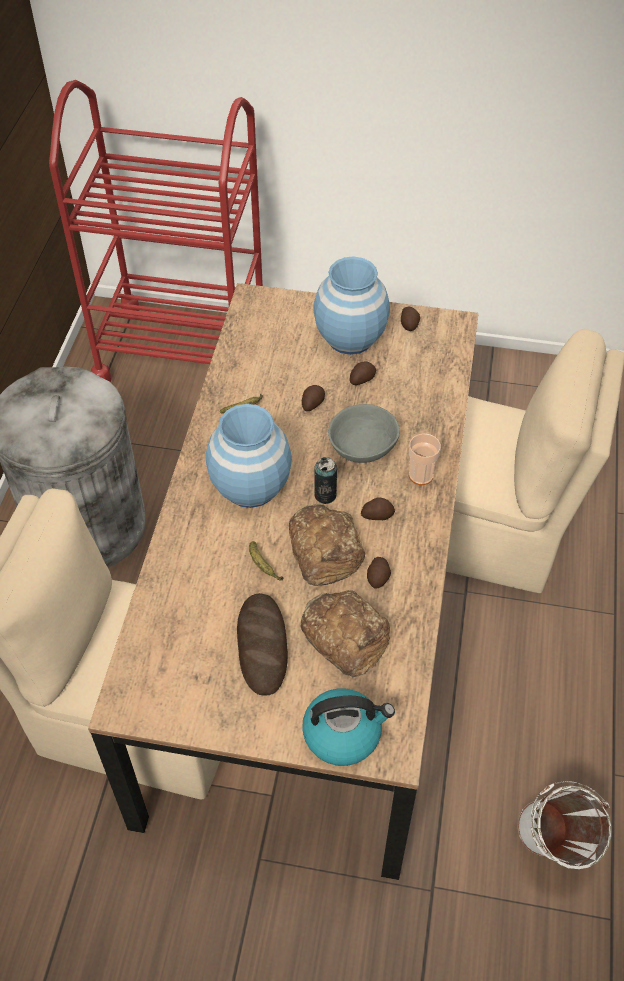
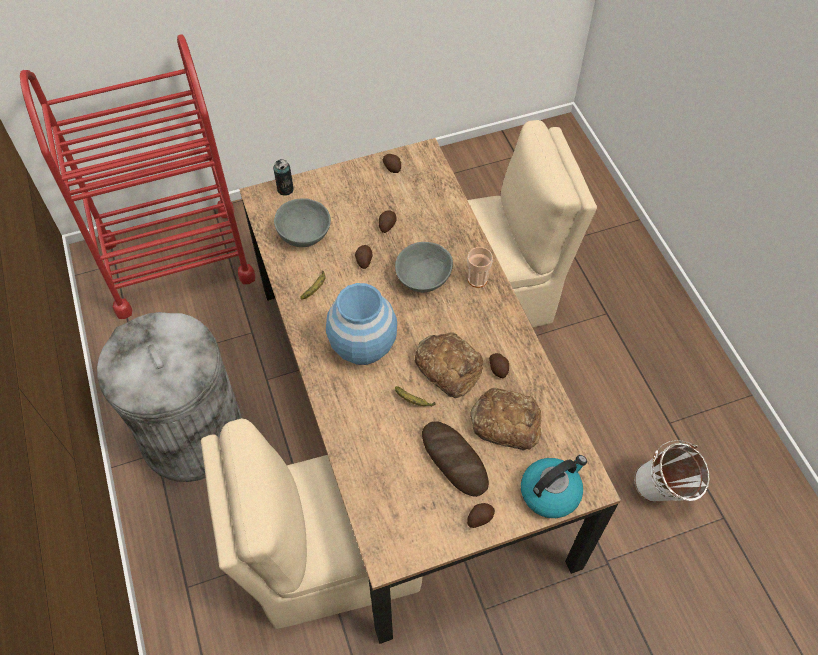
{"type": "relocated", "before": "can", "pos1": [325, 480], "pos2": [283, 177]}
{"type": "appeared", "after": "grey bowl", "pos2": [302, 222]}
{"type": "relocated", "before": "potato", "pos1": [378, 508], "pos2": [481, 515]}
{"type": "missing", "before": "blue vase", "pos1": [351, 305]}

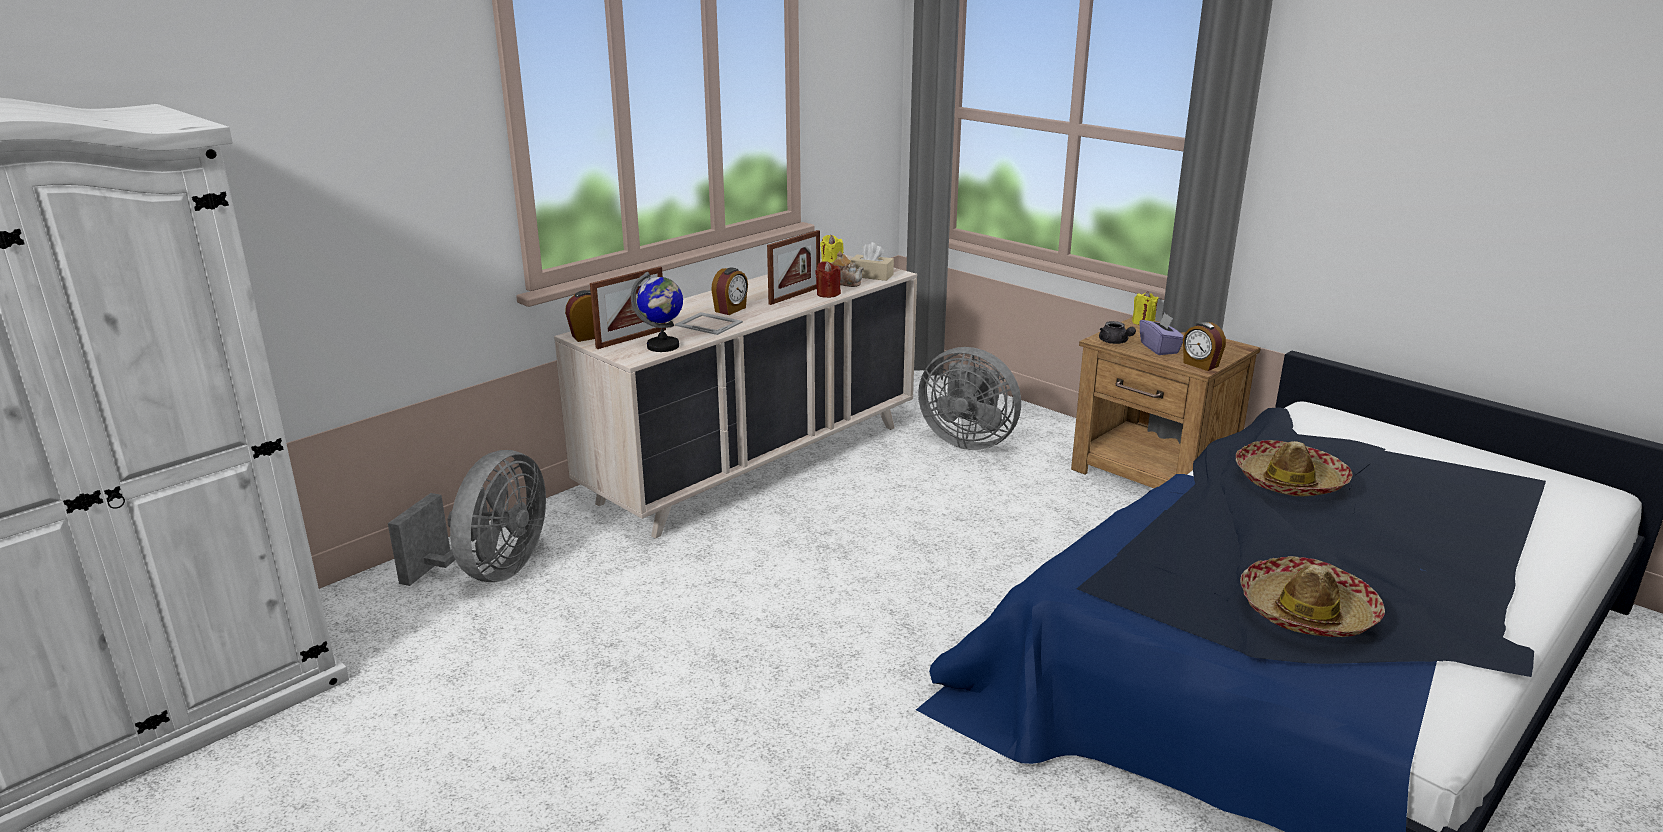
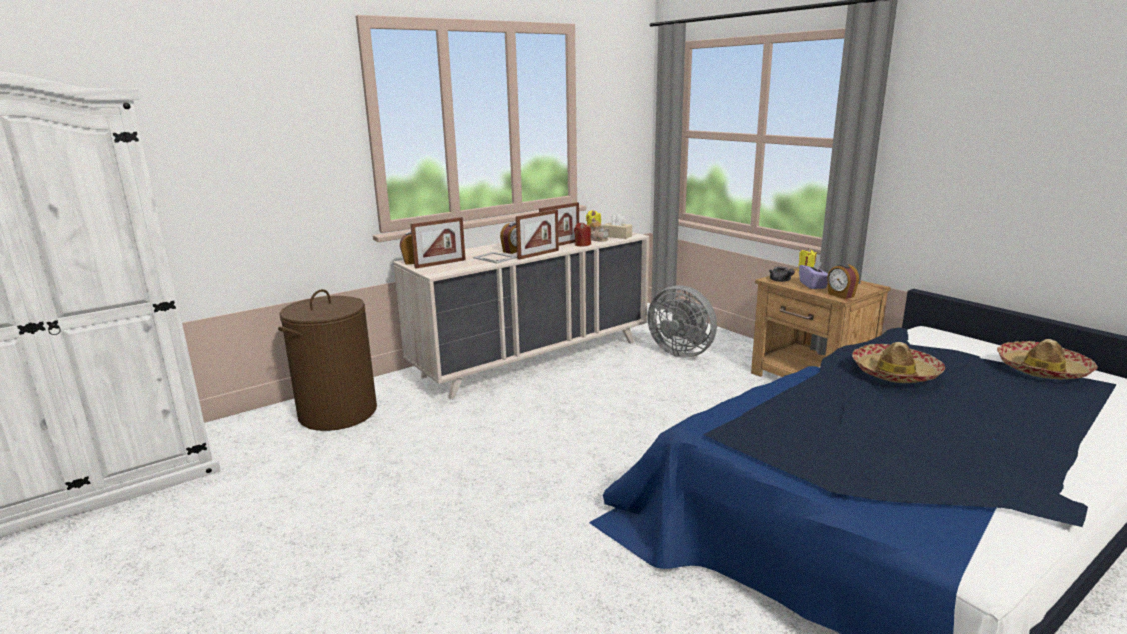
{"type": "exchanged", "before": "grey fan", "after": "brown laundry basket", "pos1": [467, 518], "pos2": [327, 360]}
{"type": "appeared", "after": "picture frame", "pos2": [537, 234]}
{"type": "relocated", "before": "hat", "pos1": [1312, 596], "pos2": [1047, 359]}
{"type": "missing", "before": "globe", "pos1": [657, 312]}

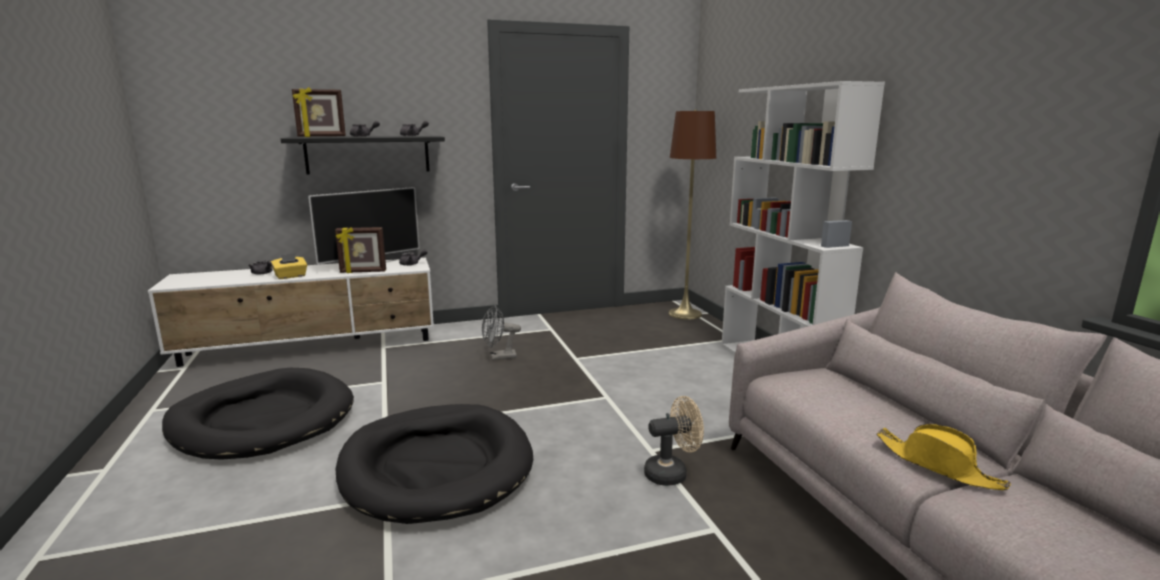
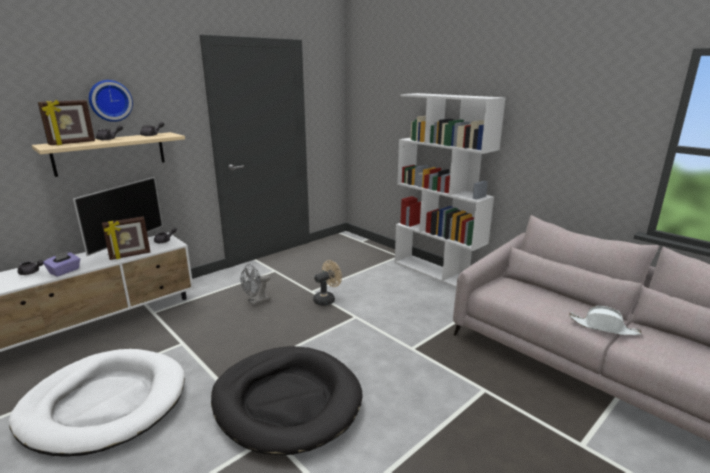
{"type": "colour", "before": "black dog bed", "after": "white dog bed", "pos1": [258, 414], "pos2": [97, 403]}
{"type": "colour", "before": "black shelf", "after": "beige shelf", "pos1": [363, 155], "pos2": [108, 154]}
{"type": "colour", "before": "yellow tissue box", "after": "purple tissue box", "pos1": [289, 266], "pos2": [61, 264]}
{"type": "appeared", "after": "wall clock", "pos2": [111, 101]}
{"type": "relocated", "before": "beige fan", "pos1": [674, 441], "pos2": [327, 283]}
{"type": "colour", "before": "yellow hat", "after": "white hat", "pos1": [944, 457], "pos2": [605, 320]}
{"type": "missing", "before": "brown floor lamp", "pos1": [692, 215]}

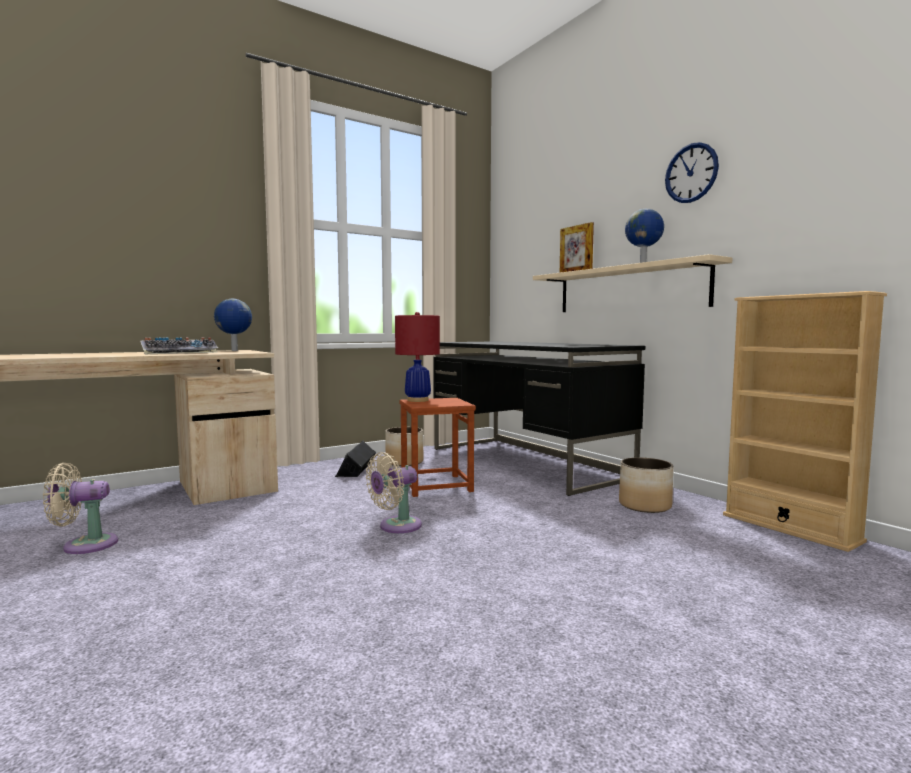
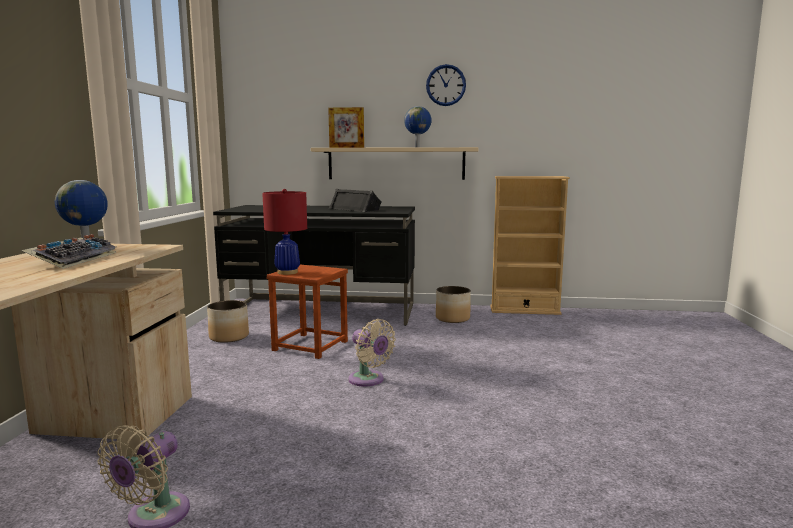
{"type": "relocated", "before": "black speaker", "pos1": [355, 458], "pos2": [355, 200]}
{"type": "spun", "before": "beige fan", "pos1": [394, 492], "pos2": [372, 353], "turn": -45}

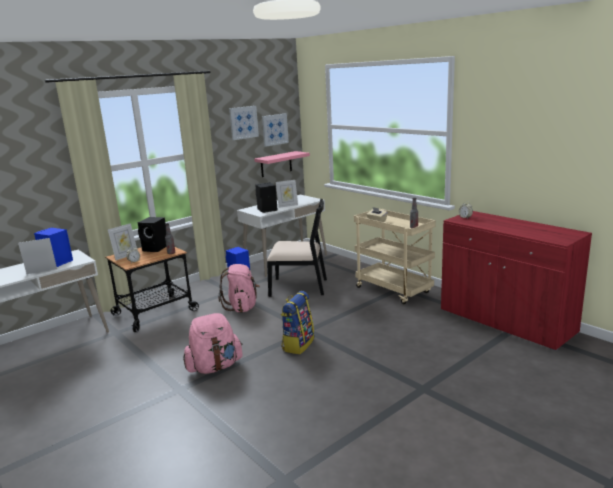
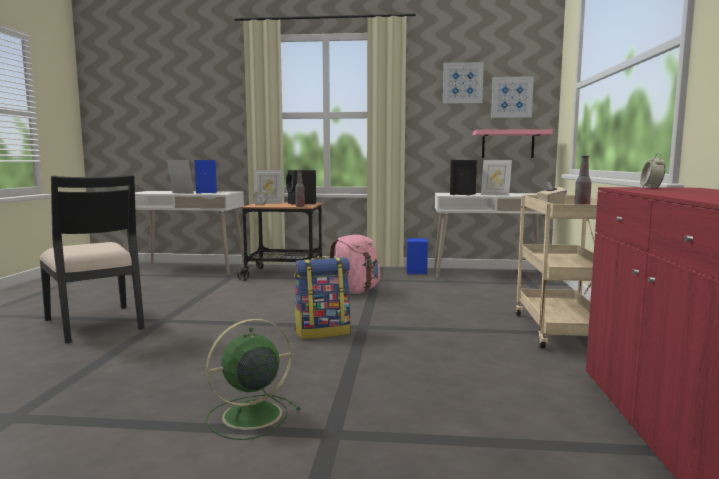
{"type": "relocated", "before": "black chair", "pos1": [297, 248], "pos2": [92, 259]}
{"type": "appeared", "after": "green fan", "pos2": [253, 379]}
{"type": "missing", "before": "pink backpack", "pos1": [213, 343]}

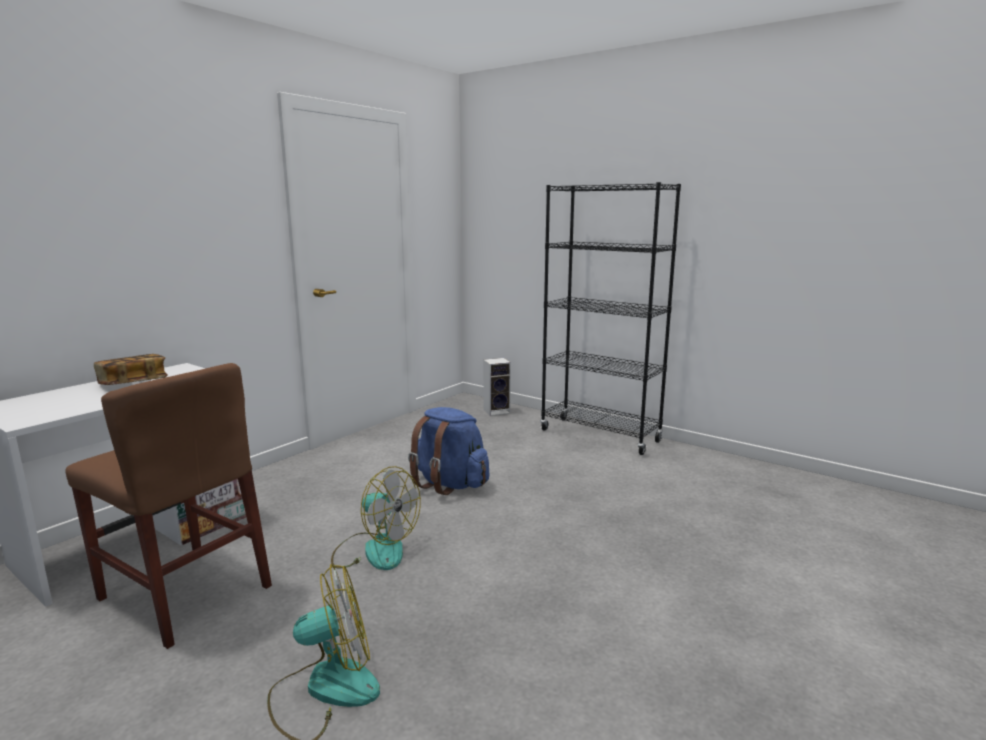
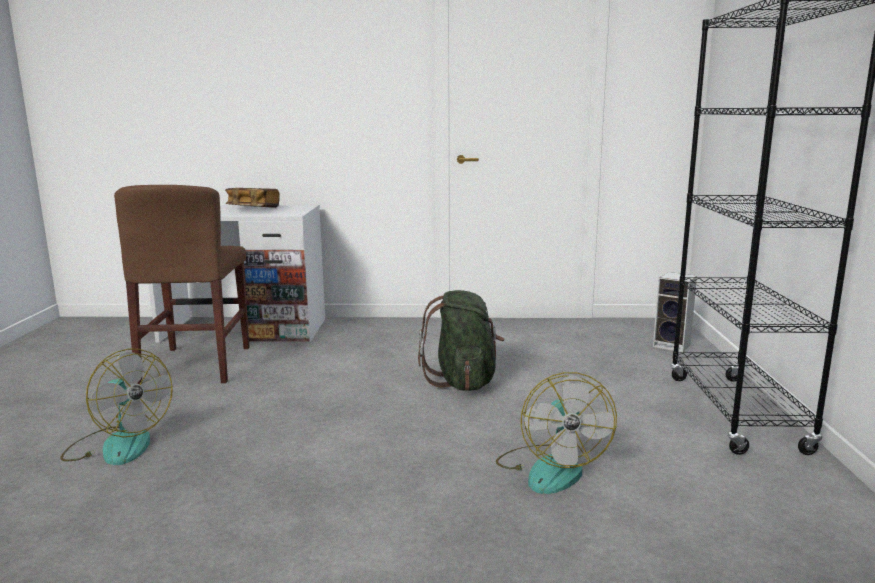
{"type": "colour", "before": "blue backpack", "after": "green backpack", "pos1": [448, 451], "pos2": [461, 340]}
{"type": "relocated", "before": "fan", "pos1": [376, 518], "pos2": [556, 433]}

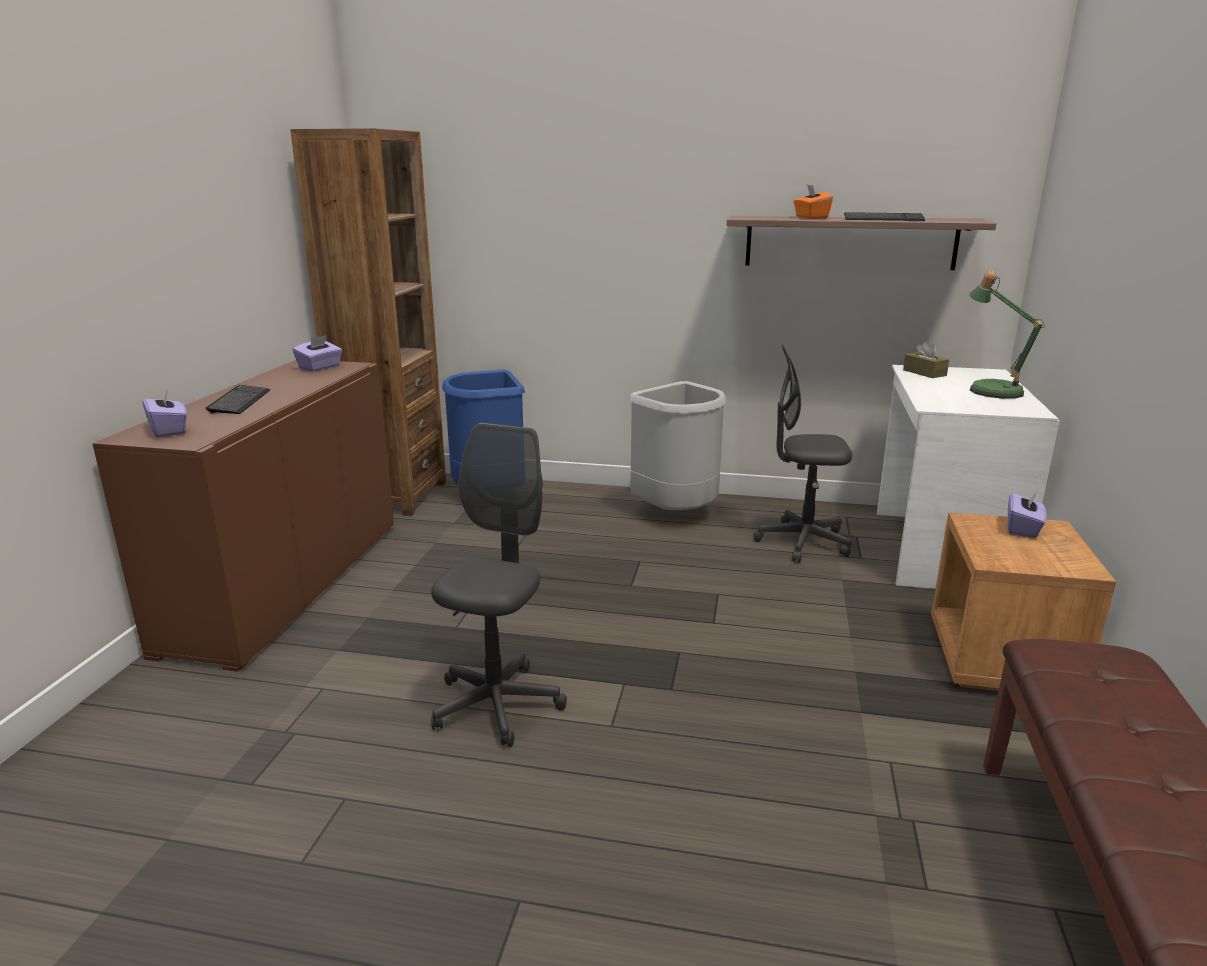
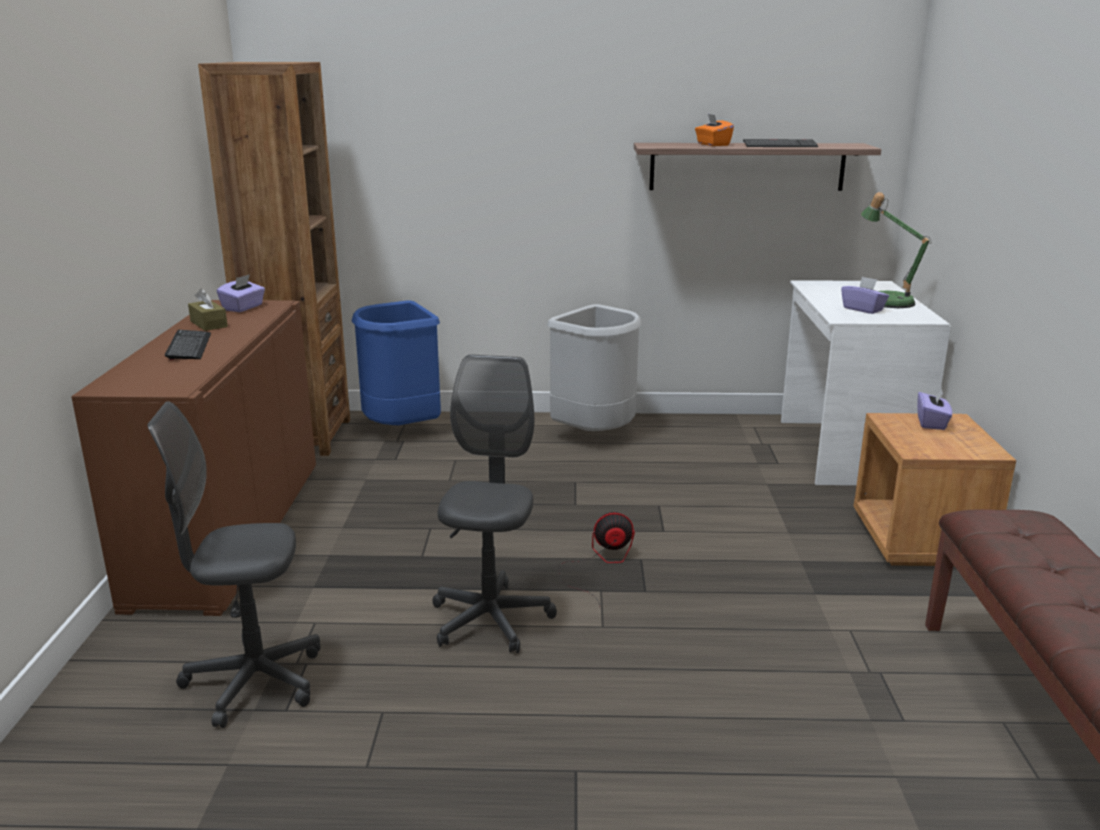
{"type": "relocated", "before": "grey office chair", "pos1": [802, 454], "pos2": [234, 565]}
{"type": "relocated", "before": "brown tissue box", "pos1": [926, 359], "pos2": [208, 309]}
{"type": "appeared", "after": "fan", "pos2": [597, 559]}
{"type": "relocated", "before": "purple tissue box", "pos1": [164, 413], "pos2": [865, 295]}

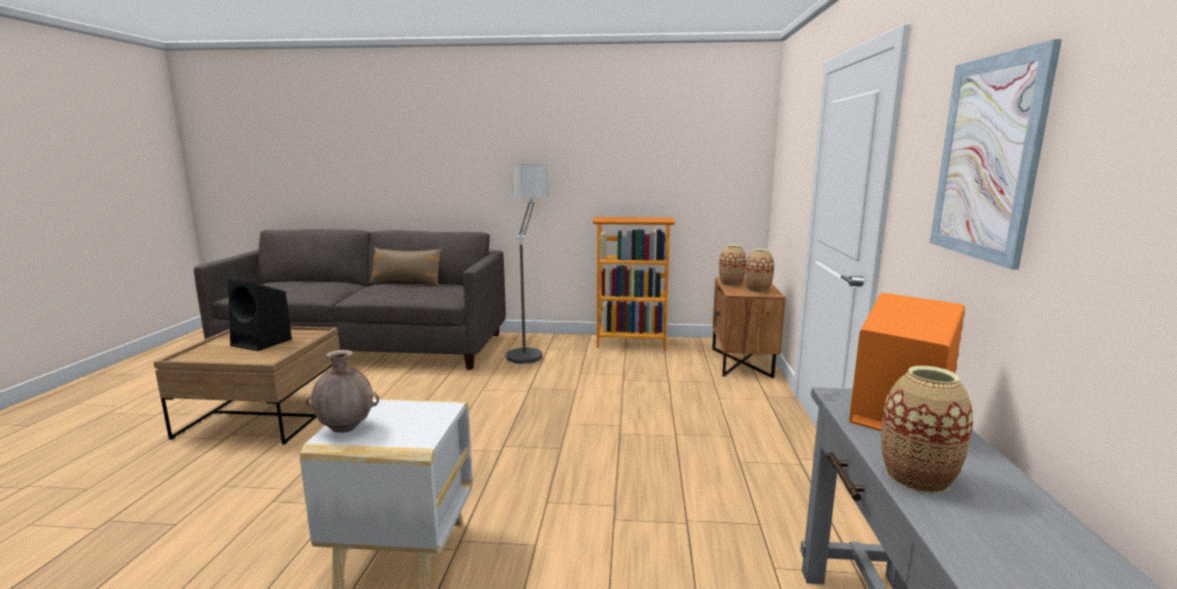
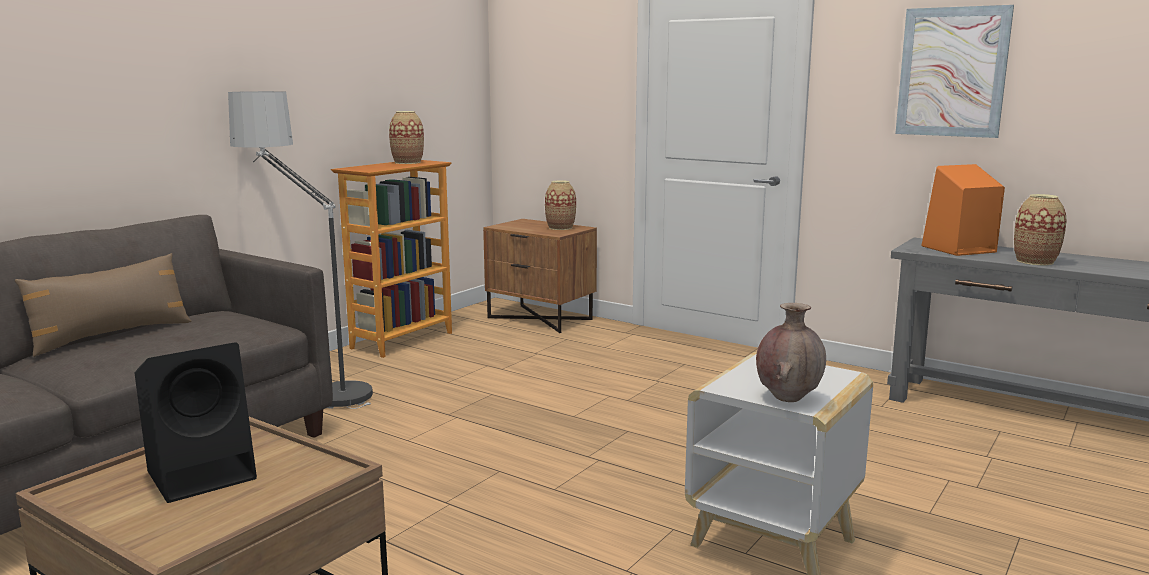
{"type": "relocated", "before": "vase", "pos1": [732, 266], "pos2": [406, 137]}

